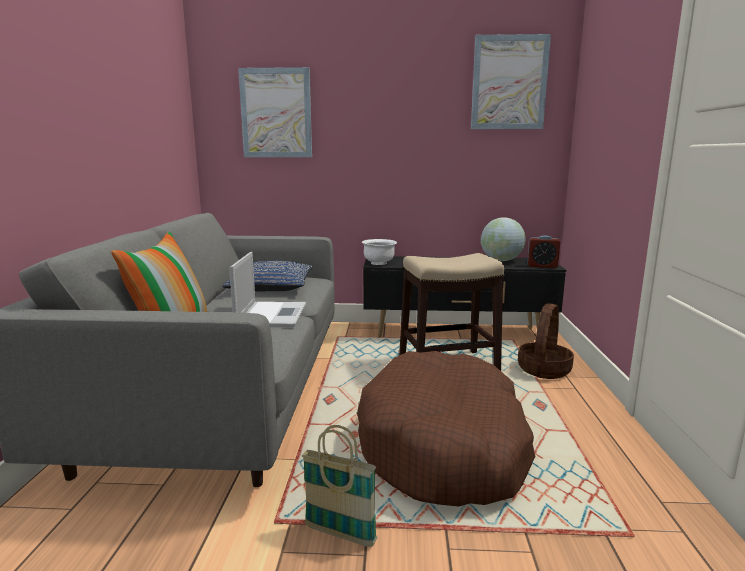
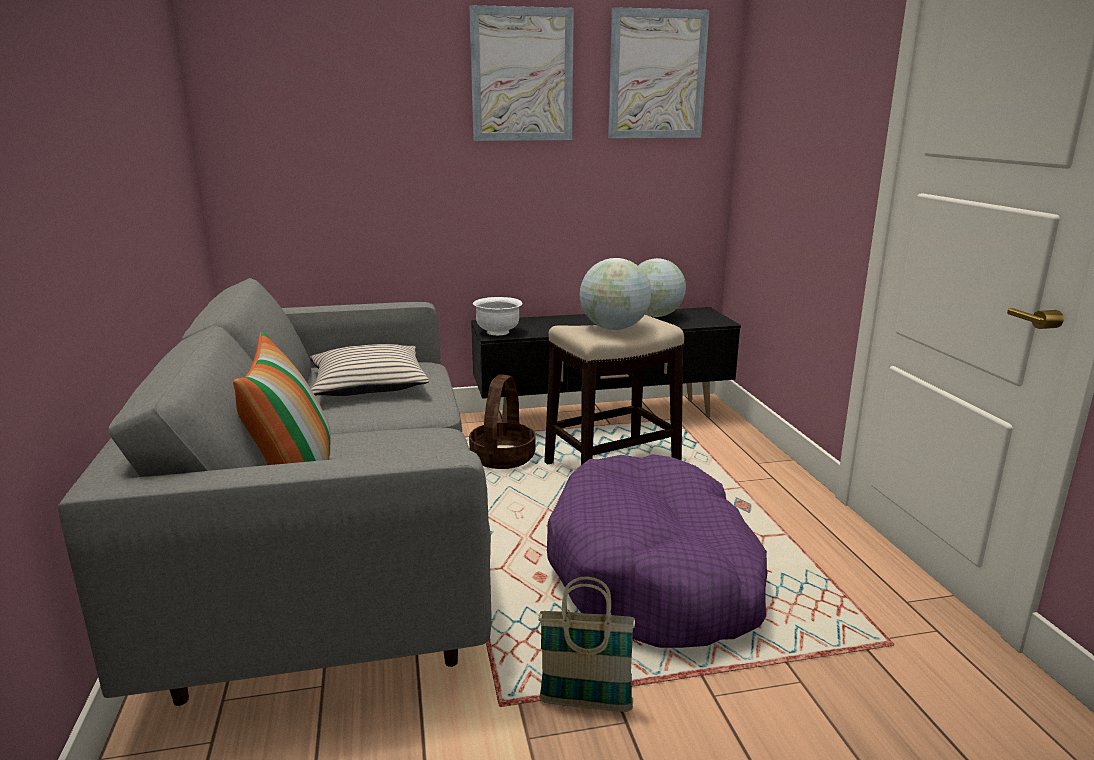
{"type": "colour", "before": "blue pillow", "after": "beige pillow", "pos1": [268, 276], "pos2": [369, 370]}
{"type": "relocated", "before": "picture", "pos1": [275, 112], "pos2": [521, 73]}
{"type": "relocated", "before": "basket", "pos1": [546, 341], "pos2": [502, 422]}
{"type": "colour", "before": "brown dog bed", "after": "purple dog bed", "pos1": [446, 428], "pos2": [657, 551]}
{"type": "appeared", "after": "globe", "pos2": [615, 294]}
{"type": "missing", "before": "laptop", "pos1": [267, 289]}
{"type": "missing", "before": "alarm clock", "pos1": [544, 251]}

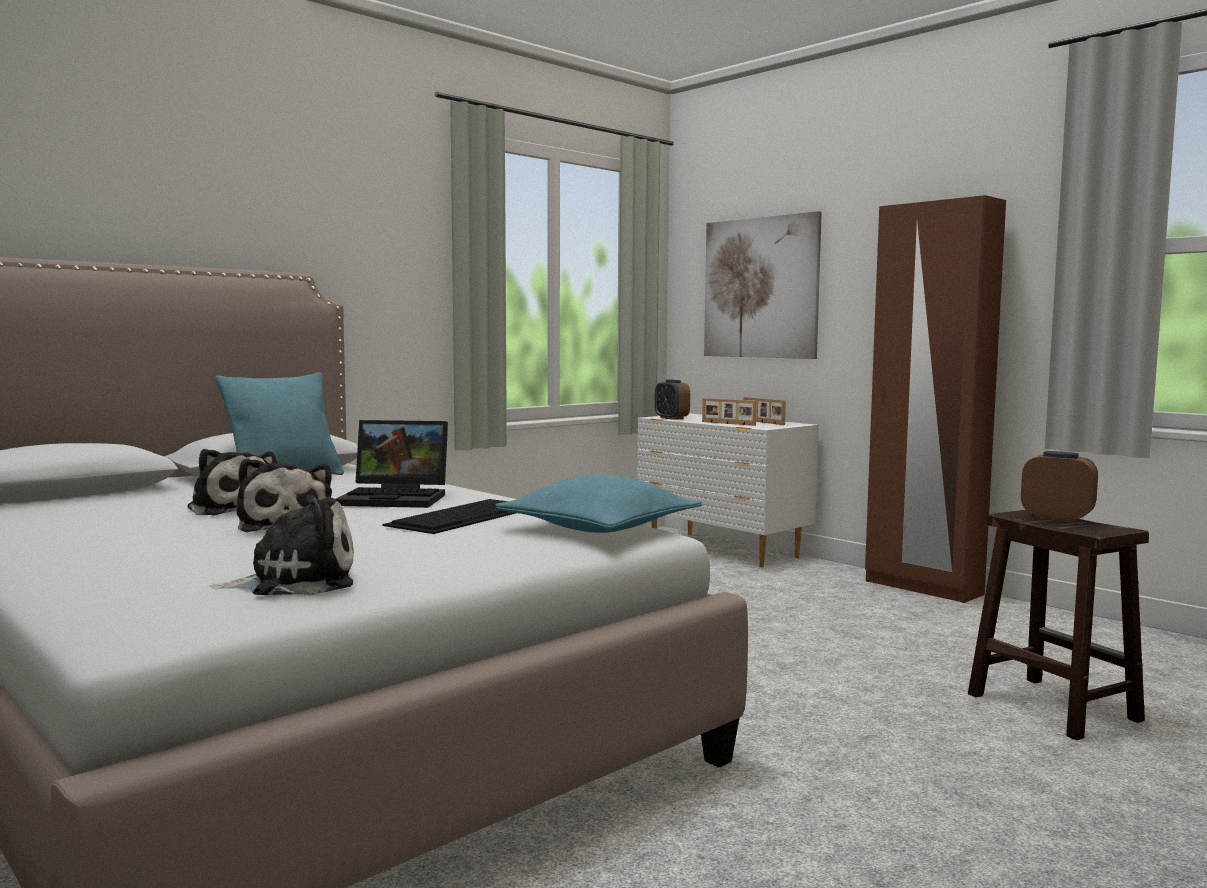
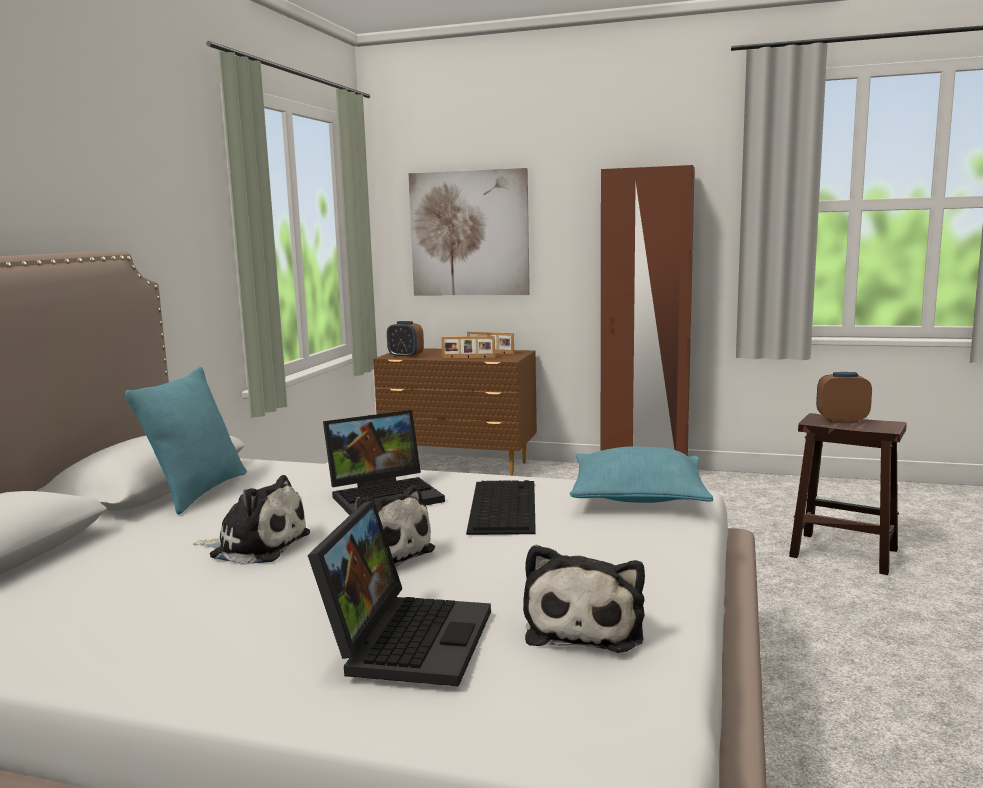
{"type": "appeared", "after": "laptop", "pos2": [399, 593]}
{"type": "colour", "before": "white dresser", "after": "brown dresser", "pos1": [728, 490], "pos2": [455, 412]}
{"type": "spun", "before": "plush toy", "pos1": [282, 545], "pos2": [584, 599], "turn": 150}

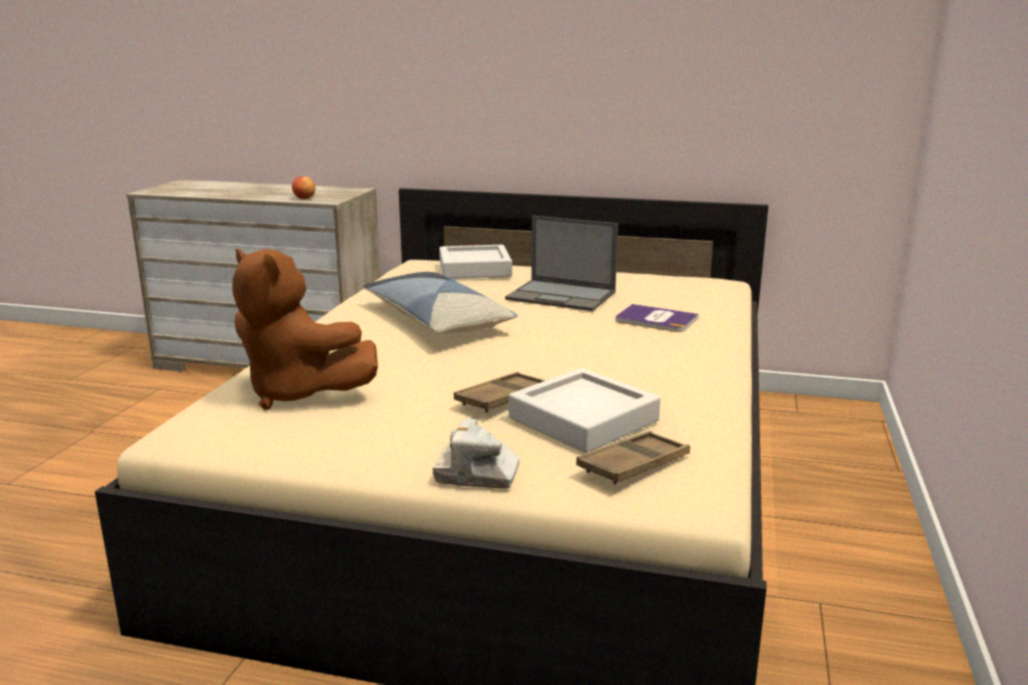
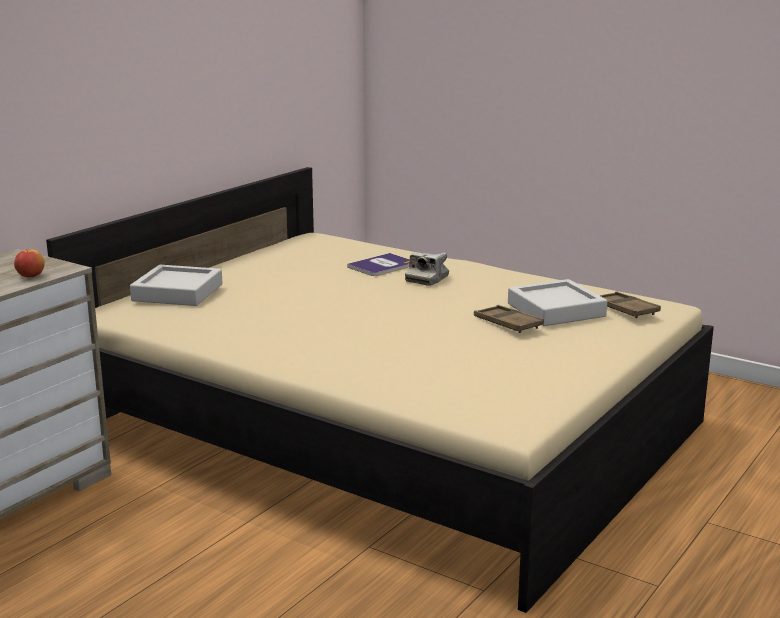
{"type": "relocated", "before": "photo camera", "pos1": [476, 453], "pos2": [427, 269]}
{"type": "missing", "before": "brown plush toy", "pos1": [305, 329]}
{"type": "missing", "before": "pillow", "pos1": [440, 302]}
{"type": "missing", "before": "laptop", "pos1": [561, 263]}

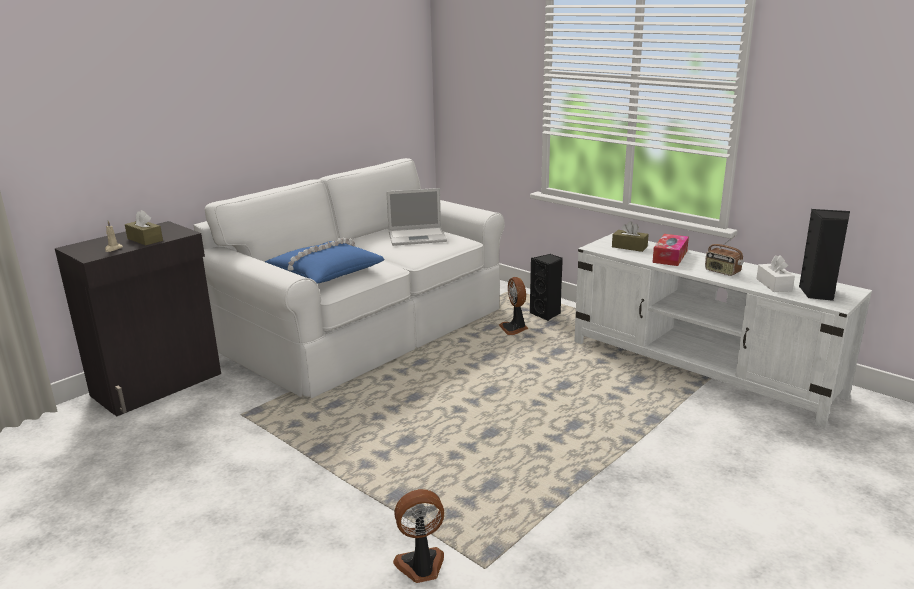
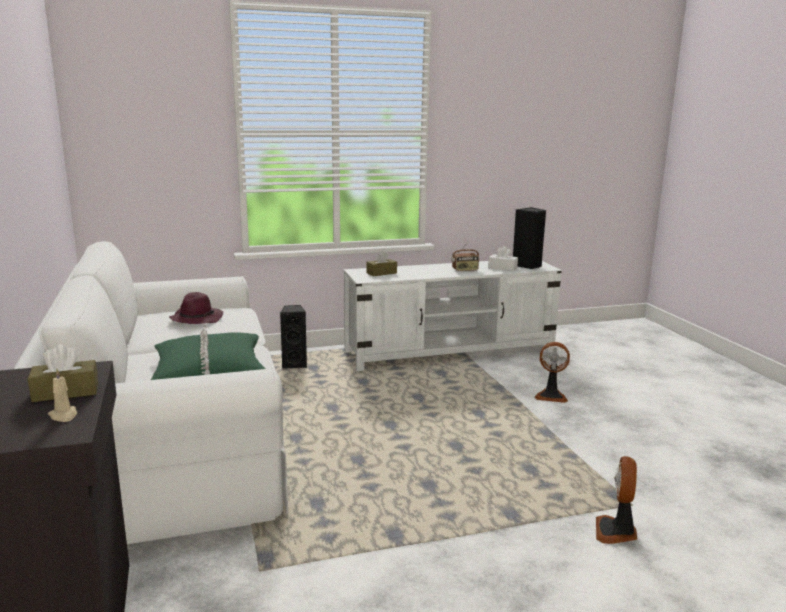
{"type": "colour", "before": "blue pillow", "after": "green pillow", "pos1": [325, 261], "pos2": [208, 353]}
{"type": "exchanged", "before": "laptop", "after": "purple hat", "pos1": [416, 217], "pos2": [196, 308]}
{"type": "relocated", "before": "fan", "pos1": [513, 306], "pos2": [552, 372]}
{"type": "missing", "before": "tissue box", "pos1": [670, 250]}

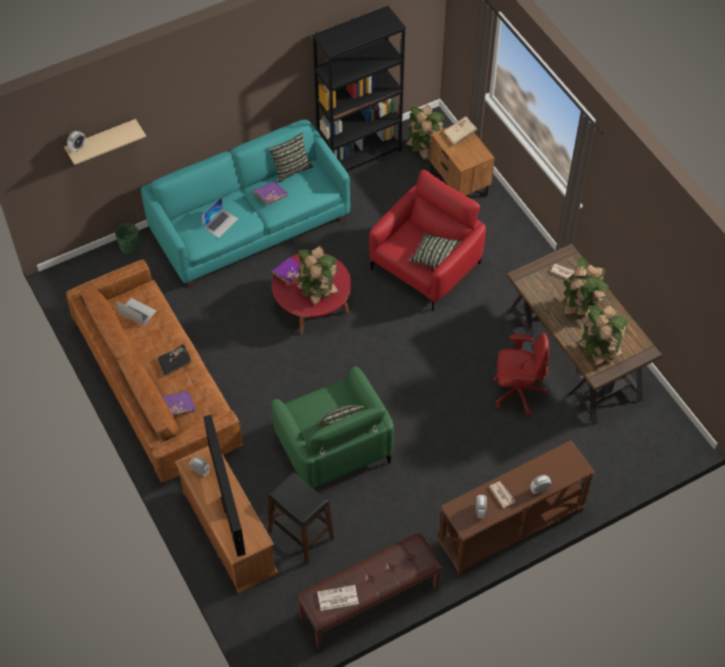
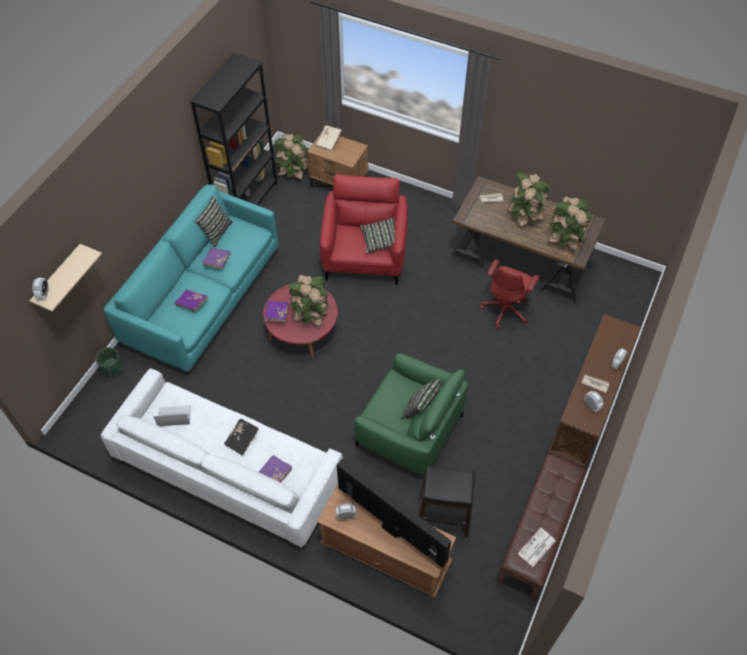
{"type": "colour", "before": "brown sofa", "after": "white sofa", "pos1": [154, 370], "pos2": [222, 458]}
{"type": "exchanged", "before": "laptop", "after": "purple book", "pos1": [220, 217], "pos2": [191, 300]}
{"type": "spun", "before": "red office chair", "pos1": [521, 374], "pos2": [509, 294], "turn": 150}

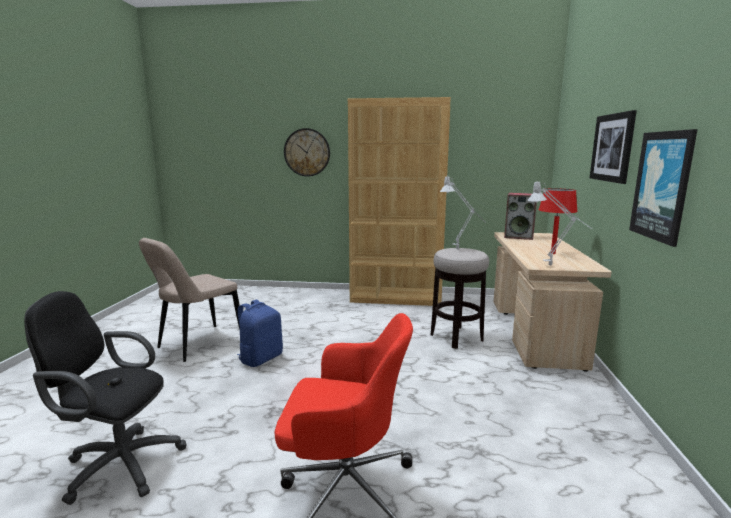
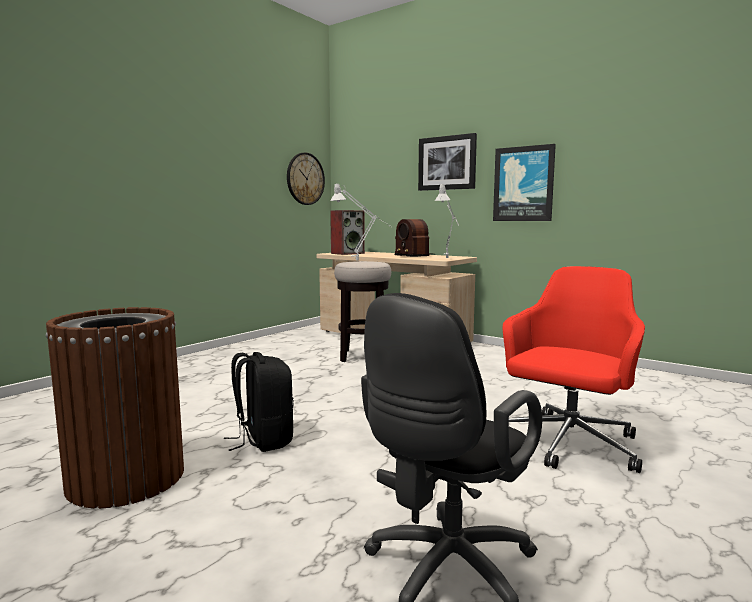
{"type": "exchanged", "before": "beige chair", "after": "brown trash can", "pos1": [189, 300], "pos2": [115, 407]}
{"type": "colour", "before": "blue backpack", "after": "black backpack", "pos1": [260, 333], "pos2": [259, 402]}
{"type": "relocated", "before": "wall clock", "pos1": [307, 152], "pos2": [306, 179]}
{"type": "exchanged", "before": "red table lamp", "after": "radio", "pos1": [558, 221], "pos2": [414, 238]}
{"type": "missing", "before": "brown bookcase", "pos1": [399, 201]}

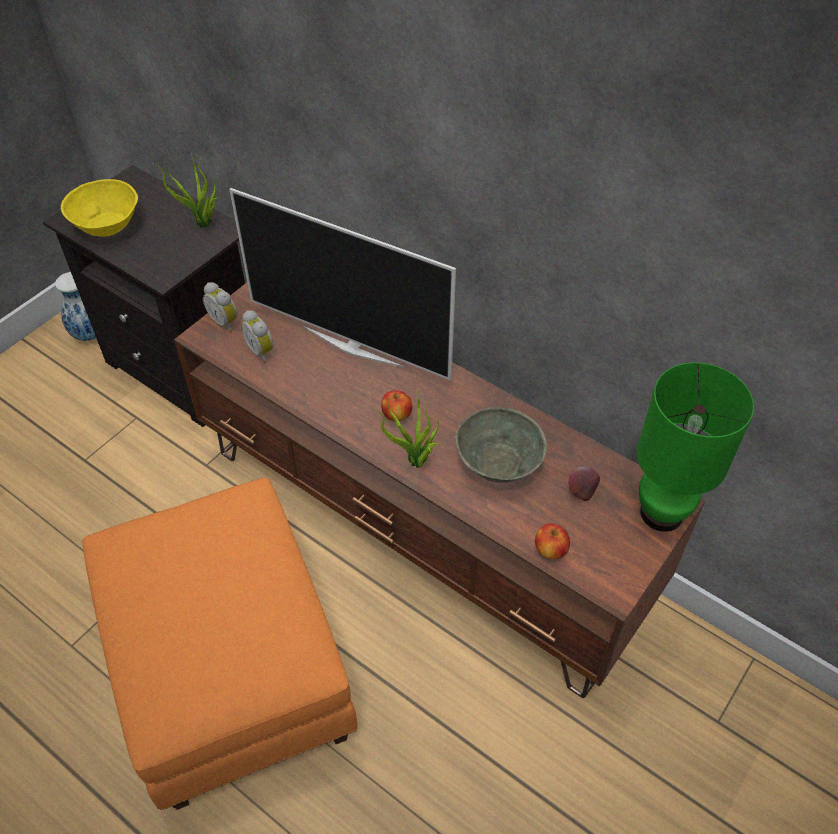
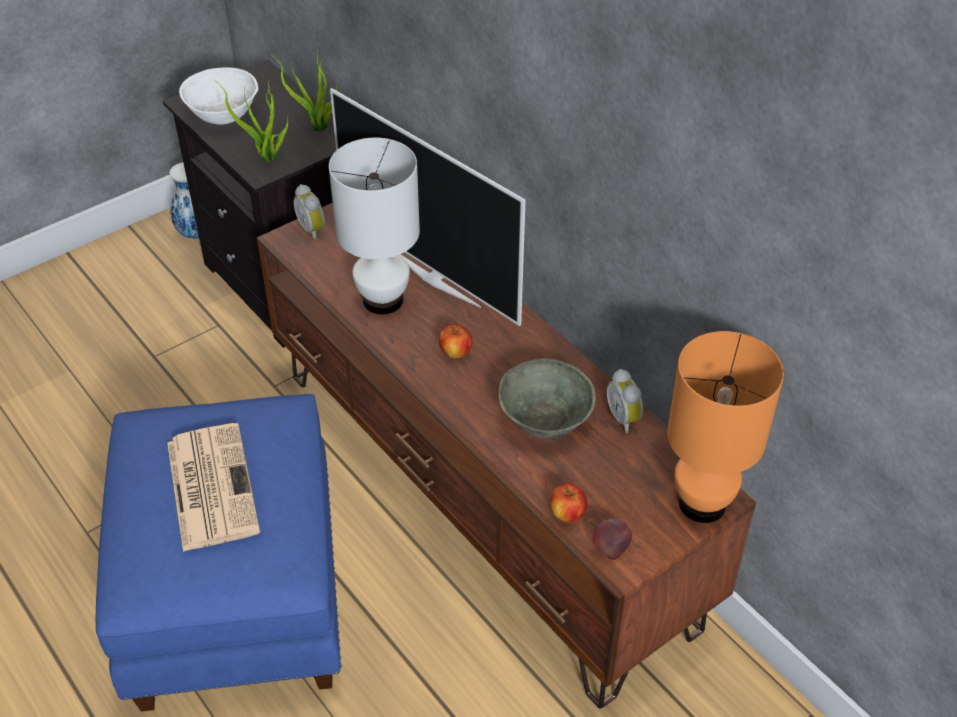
{"type": "colour", "before": "orange ottoman", "after": "blue ottoman", "pos1": [219, 644], "pos2": [219, 553]}
{"type": "appeared", "after": "newspaper", "pos2": [213, 487]}
{"type": "colour", "before": "yellow bowl", "after": "white bowl", "pos1": [99, 208], "pos2": [218, 96]}
{"type": "relocated", "before": "potted plant", "pos1": [407, 429], "pos2": [250, 120]}
{"type": "appeared", "after": "white table lamp", "pos2": [374, 226]}
{"type": "relocated", "before": "apple", "pos1": [584, 483], "pos2": [612, 539]}
{"type": "relocated", "before": "alarm clock", "pos1": [257, 336], "pos2": [625, 401]}
{"type": "colour", "before": "green table lamp", "after": "orange table lamp", "pos1": [695, 447], "pos2": [725, 427]}

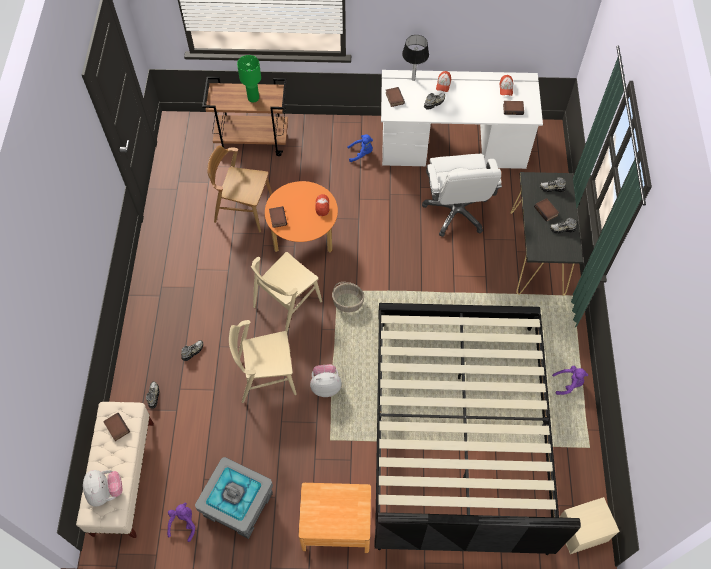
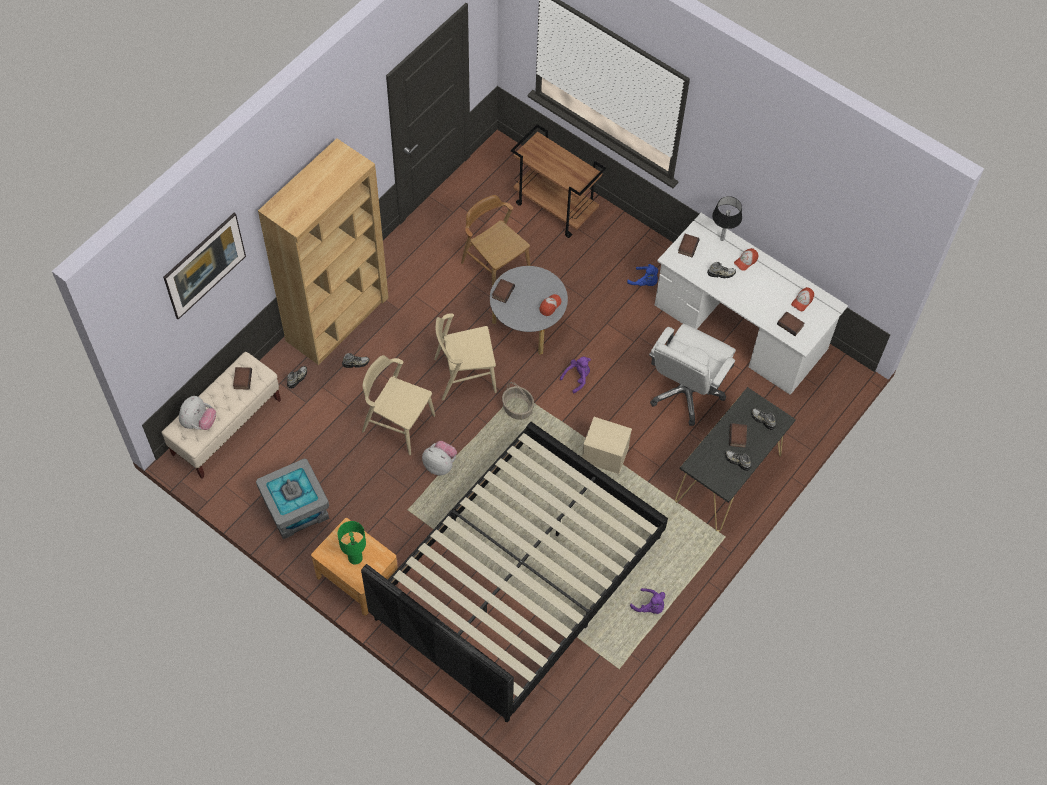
{"type": "appeared", "after": "picture", "pos2": [204, 266]}
{"type": "appeared", "after": "brown bookcase", "pos2": [323, 251]}
{"type": "relocated", "before": "green table lamp", "pos1": [249, 78], "pos2": [352, 542]}
{"type": "colour", "before": "orange coffee table", "after": "grey coffee table", "pos1": [301, 217], "pos2": [529, 310]}
{"type": "relocated", "before": "purple plush toy", "pos1": [181, 522], "pos2": [575, 375]}
{"type": "relocated", "before": "beige storage box", "pos1": [589, 525], "pos2": [607, 445]}

